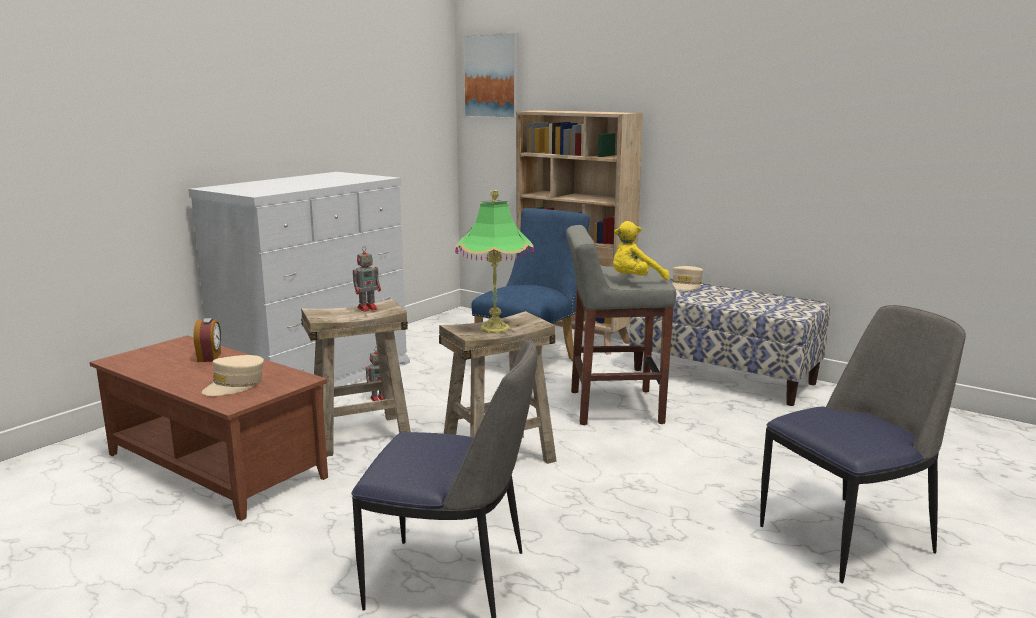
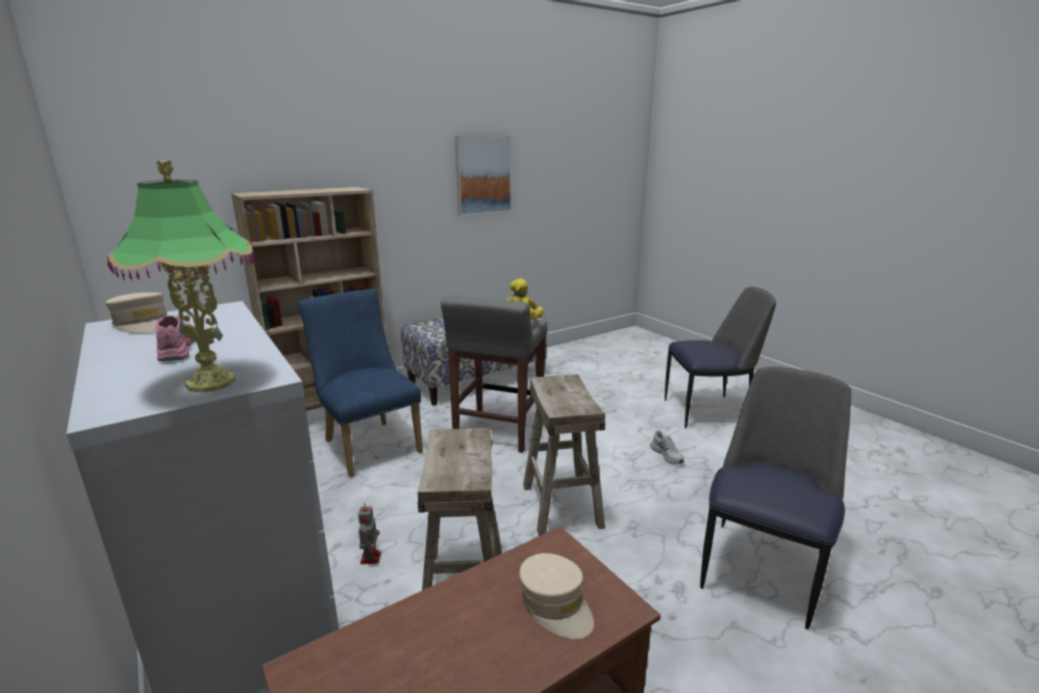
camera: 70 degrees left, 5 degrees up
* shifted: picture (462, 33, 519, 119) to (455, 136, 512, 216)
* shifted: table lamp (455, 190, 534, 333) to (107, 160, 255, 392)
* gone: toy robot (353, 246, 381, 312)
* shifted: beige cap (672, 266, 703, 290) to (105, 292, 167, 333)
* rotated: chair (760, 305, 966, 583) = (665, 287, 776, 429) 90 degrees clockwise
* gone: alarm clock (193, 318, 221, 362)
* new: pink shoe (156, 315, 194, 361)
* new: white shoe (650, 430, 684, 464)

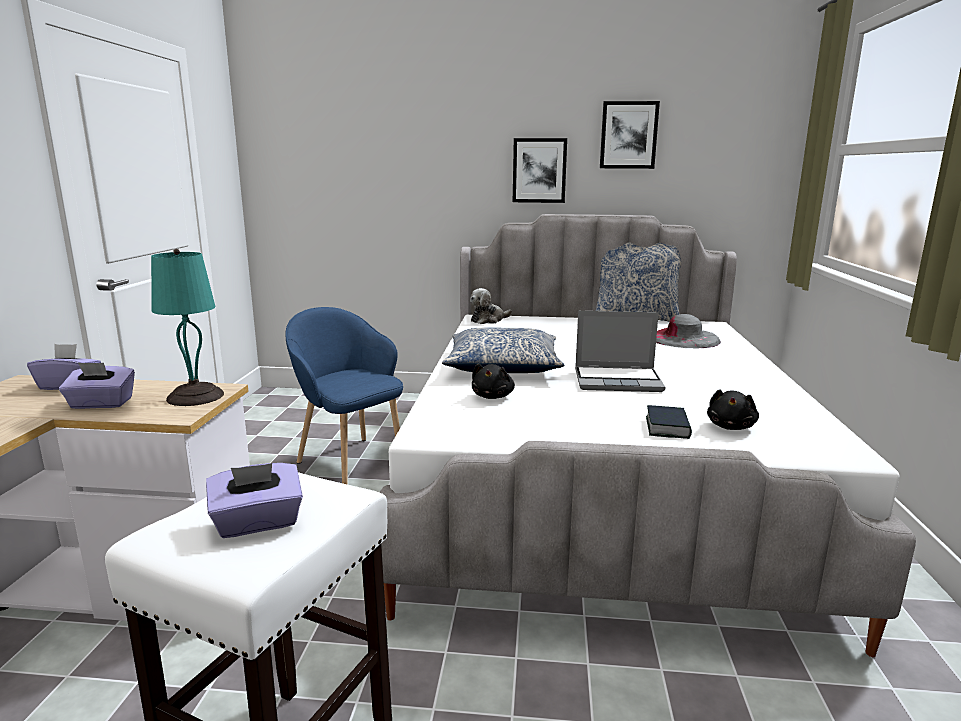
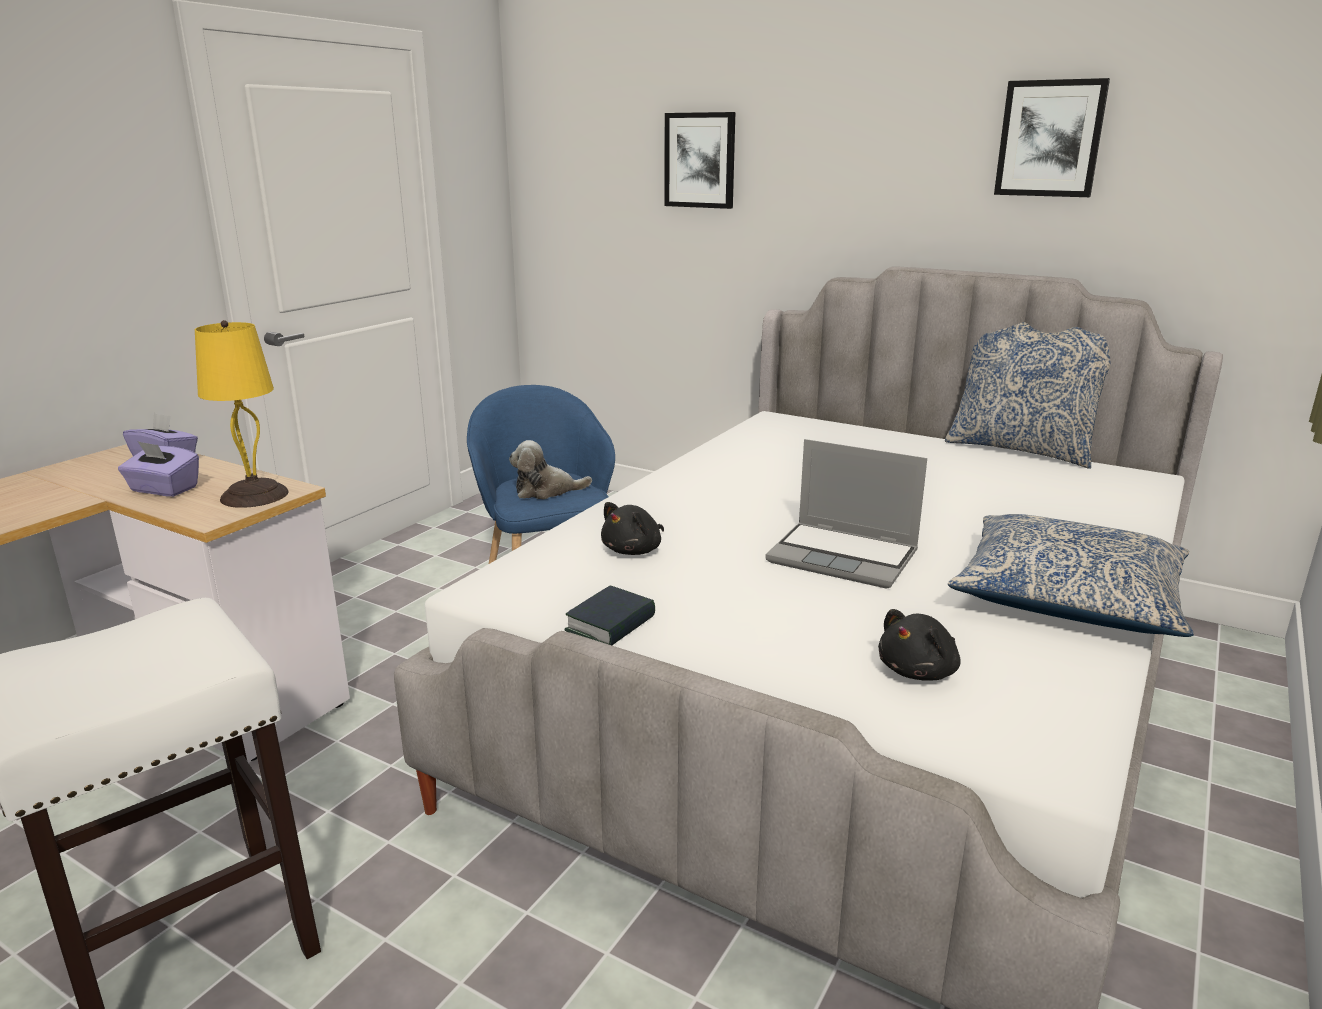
camera: 25 degrees right, 5 degrees up
* shifted: picture (513, 138, 567, 203) to (665, 112, 735, 209)
* repainted: turquoise table lamp (151, 249, 224, 406) to yellow table lamp (195, 320, 289, 508)
* shifted: plush toy (470, 288, 512, 324) to (509, 440, 592, 499)
* gone: grey hat (656, 314, 721, 348)
* shifted: pillow (442, 328, 565, 373) to (948, 514, 1194, 637)
* shifted: book (646, 405, 692, 439) to (564, 586, 655, 645)
* gone: purple tissue box (206, 463, 303, 538)

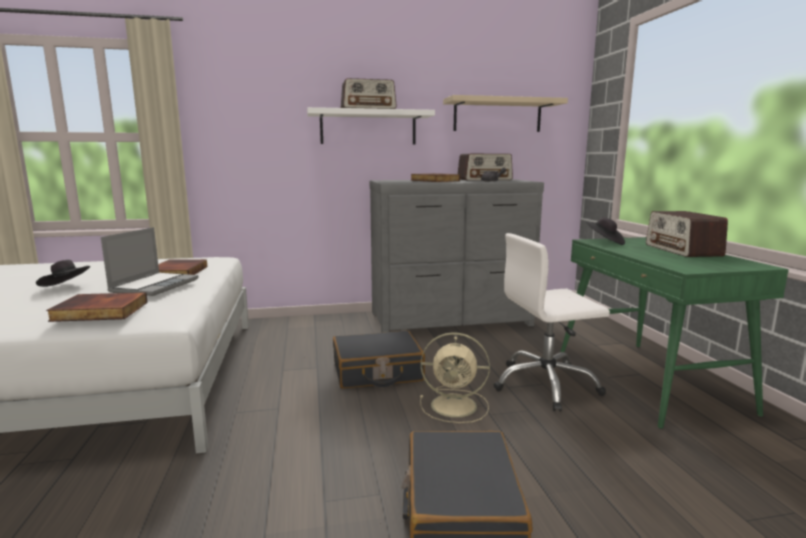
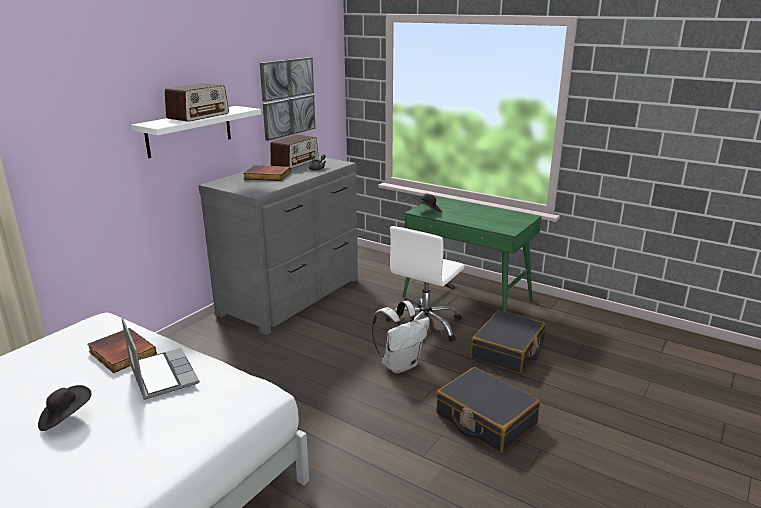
camera: 45 degrees left, 10 degrees up
* swapped: beige shelf (443, 95, 568, 132) to picture (260, 57, 316, 141)
* gone: radio (646, 211, 728, 257)
* gone: book (46, 292, 148, 322)
* shifted: black suitcase (333, 331, 425, 389) to (471, 310, 546, 374)
* swapped: beige fan (420, 332, 490, 423) to white backpack (372, 301, 430, 374)

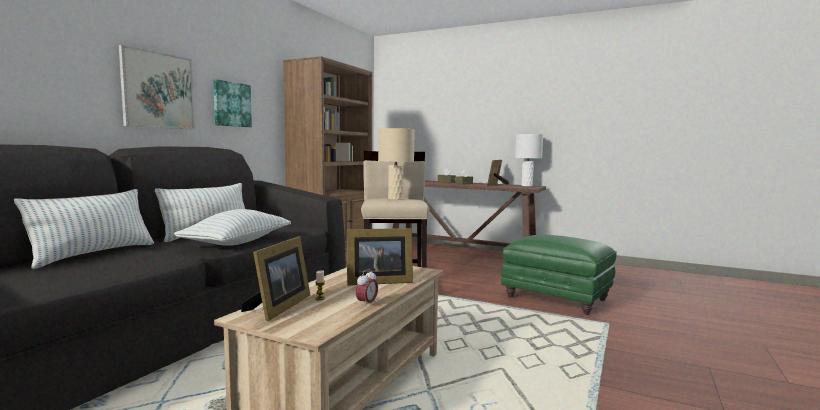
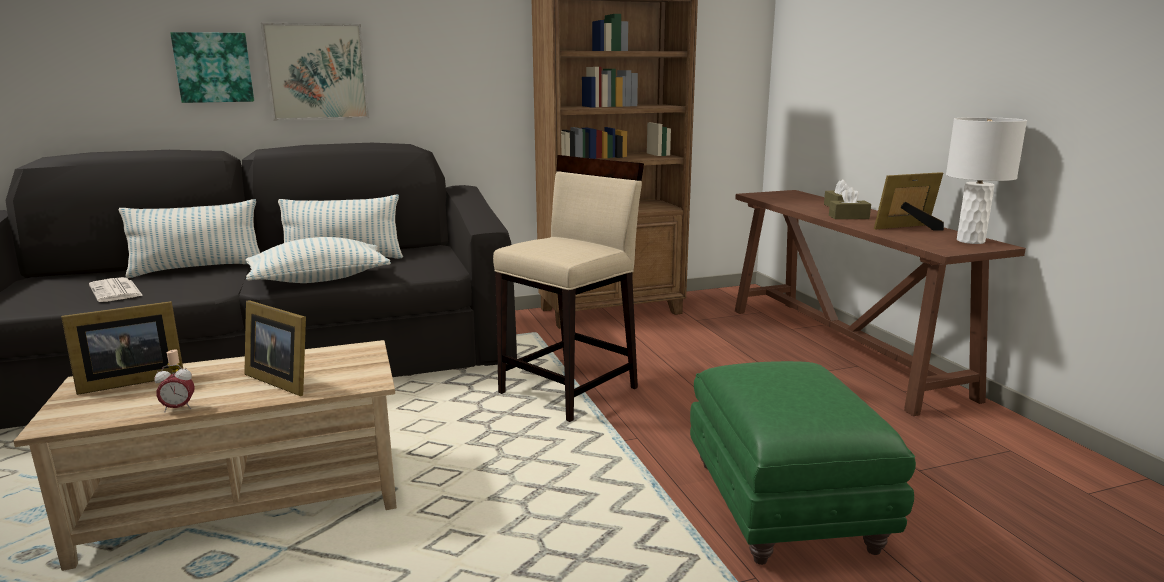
camera: 45 degrees right, 10 degrees up
* shifted: picture (213, 79, 252, 127) to (170, 32, 254, 103)
* gone: beige table lamp (378, 128, 415, 200)
* new: newspaper (89, 277, 143, 302)

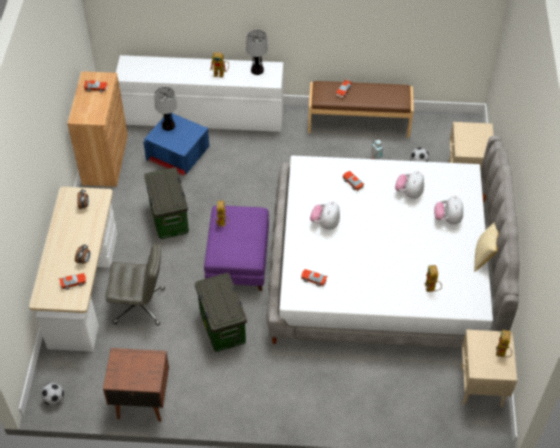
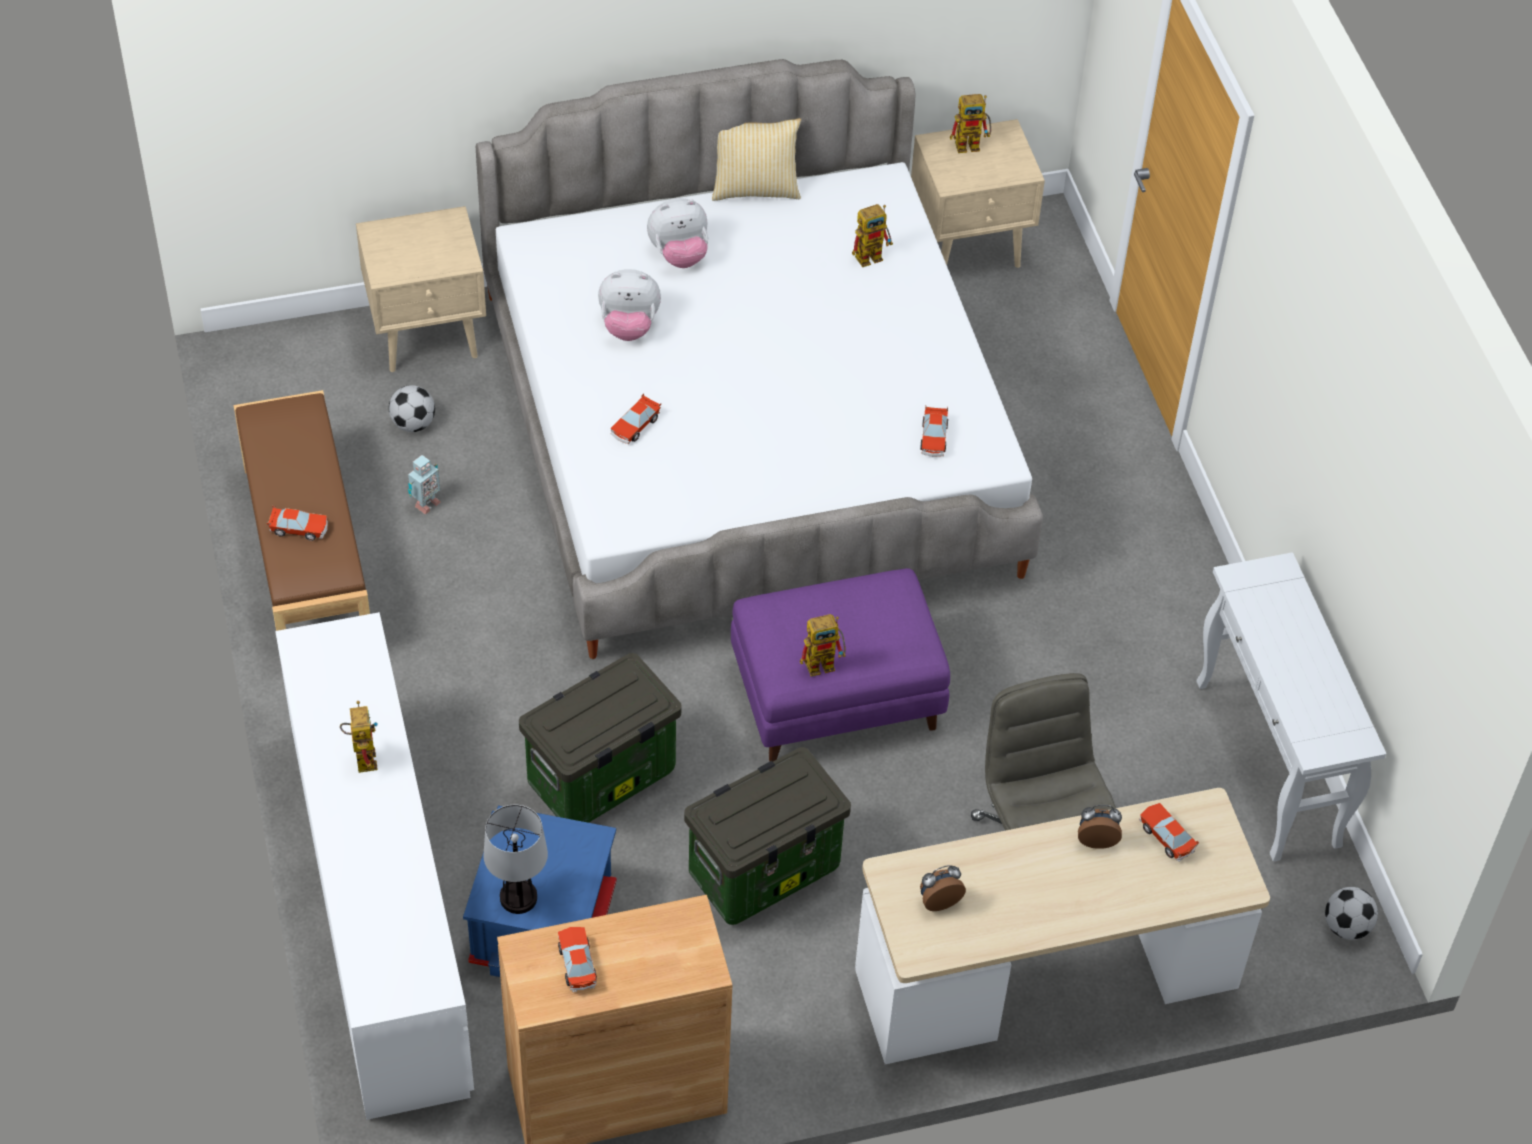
camera: 110 degrees left, 0 degrees up
* gone: table lamp (246, 30, 268, 75)
* gone: plush toy (310, 201, 340, 230)
* shifted: storage box (195, 273, 247, 352) to (519, 653, 681, 823)
* swapped: brown nightstand (103, 348, 169, 422) to white console table (1196, 552, 1386, 861)

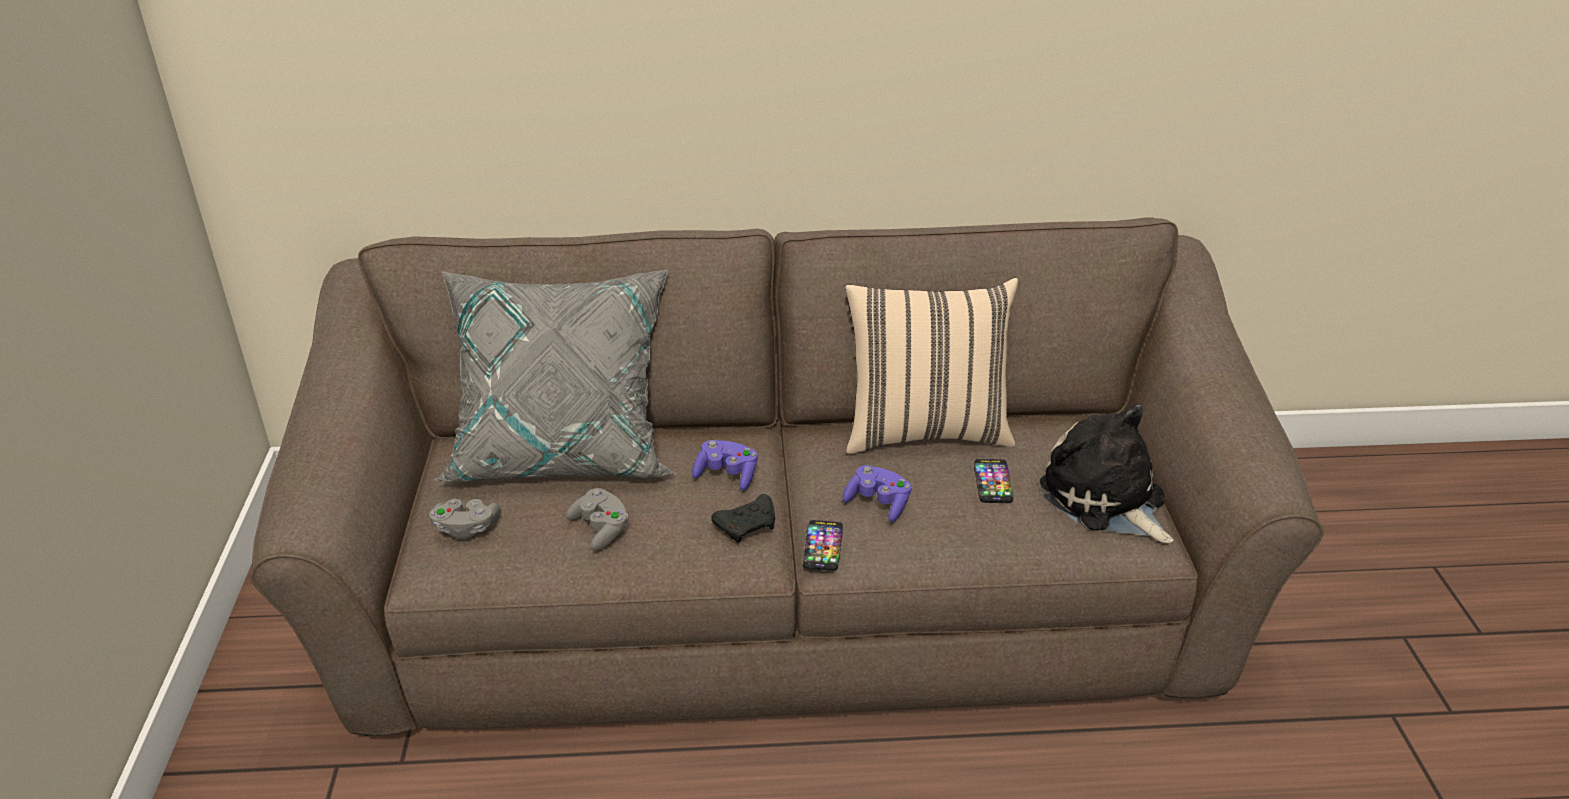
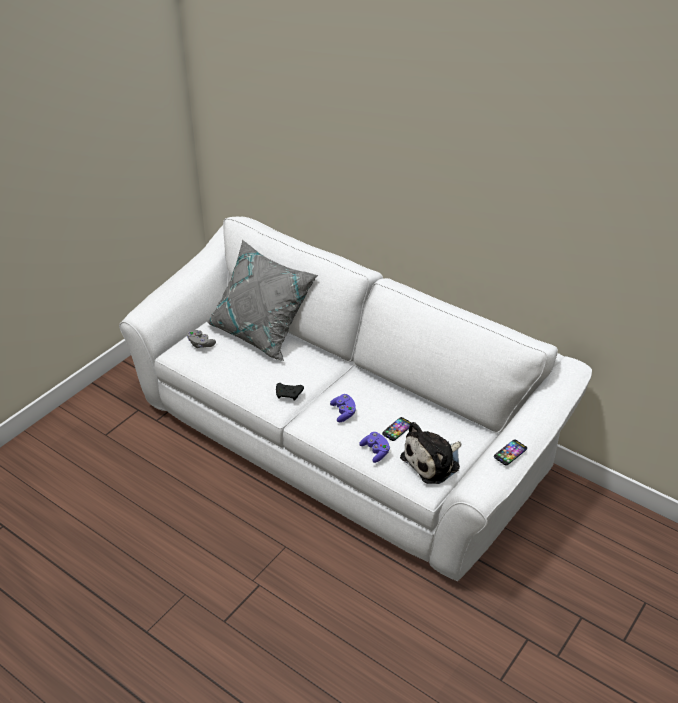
camera: 40 degrees right, 5 degrees up
* repainted: brown sofa (250, 217, 1324, 736) to white sofa (119, 217, 592, 581)
* gone: beige pillow (845, 278, 1018, 454)
* rotated: plush toy (1040, 404, 1173, 543) = (400, 422, 461, 484) 135 degrees counterclockwise
* shifted: purple game controller (692, 440, 757, 491) to (359, 432, 390, 463)
* gone: grey game controller (566, 488, 628, 551)
* shifted: phone (803, 520, 843, 571) to (494, 439, 527, 466)

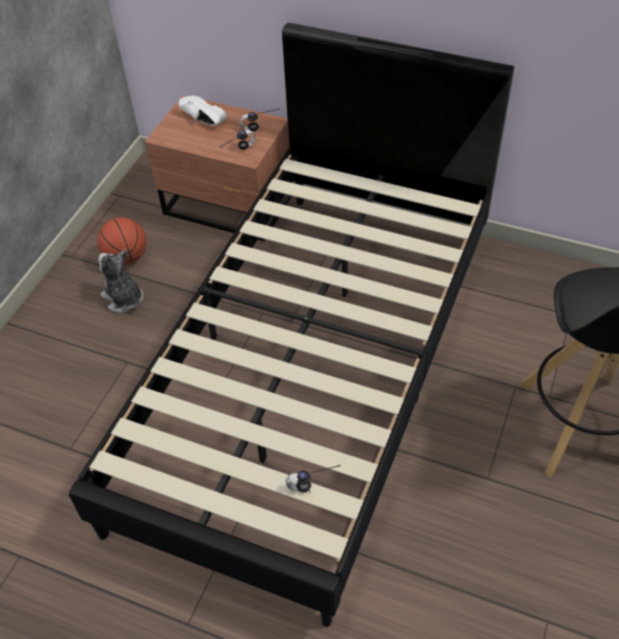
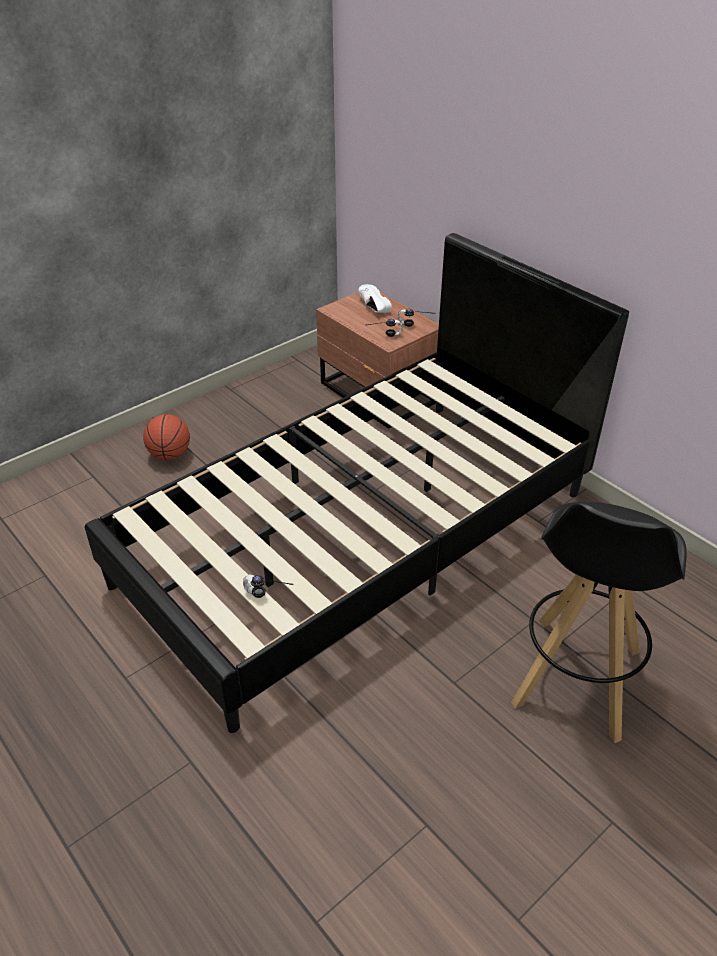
camera: 25 degrees right, 10 degrees down
* shifted: basketball (98, 217, 146, 265) to (143, 414, 190, 460)
* gone: plush toy (98, 249, 144, 313)

